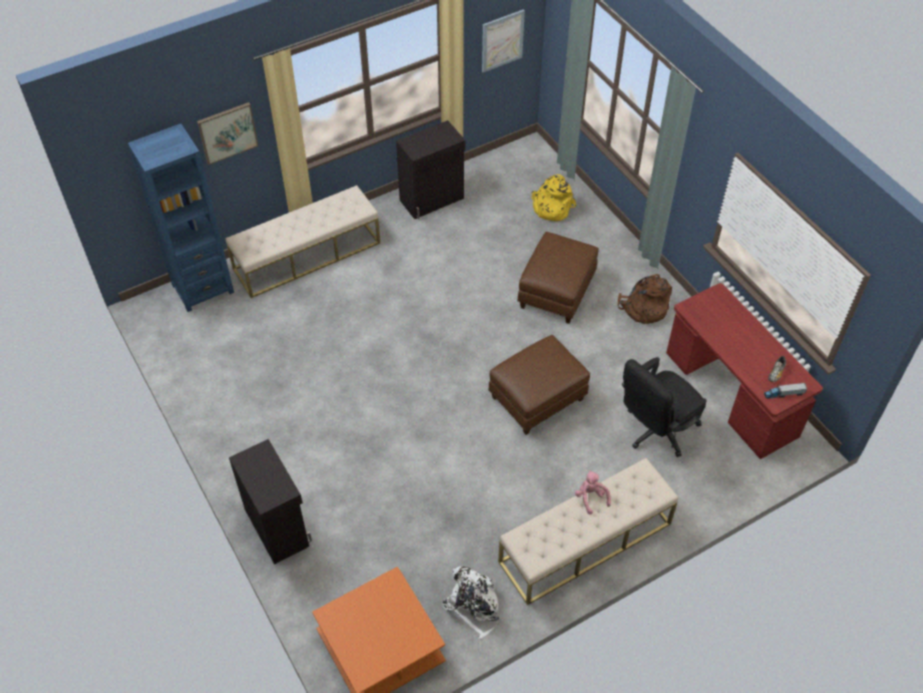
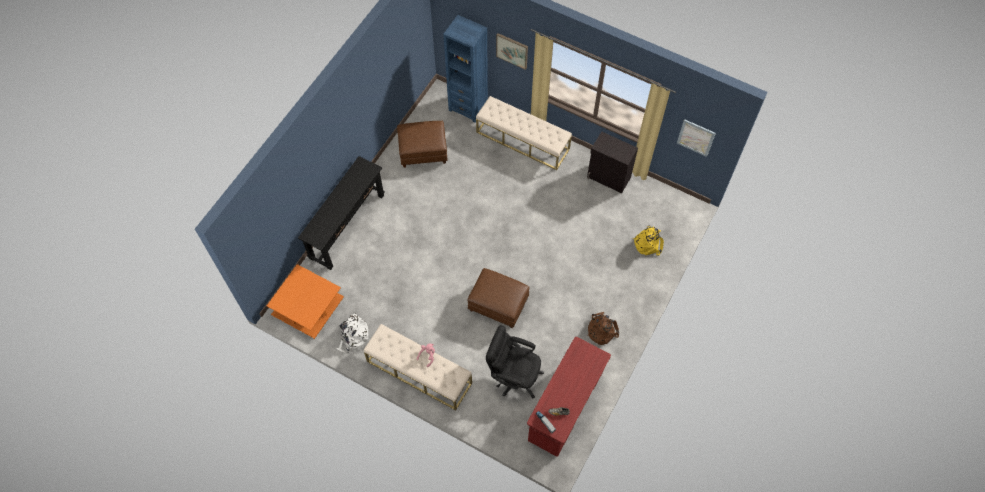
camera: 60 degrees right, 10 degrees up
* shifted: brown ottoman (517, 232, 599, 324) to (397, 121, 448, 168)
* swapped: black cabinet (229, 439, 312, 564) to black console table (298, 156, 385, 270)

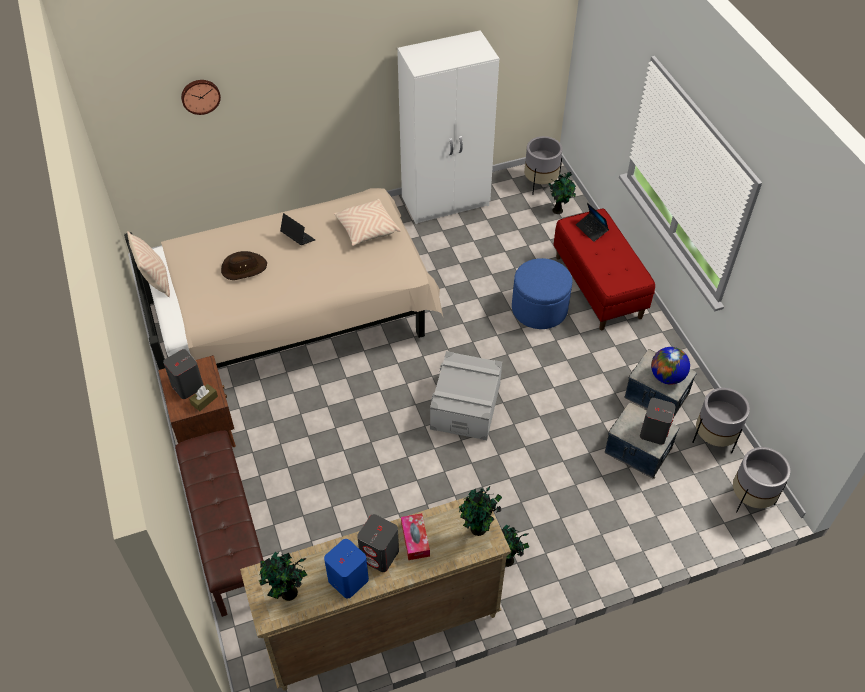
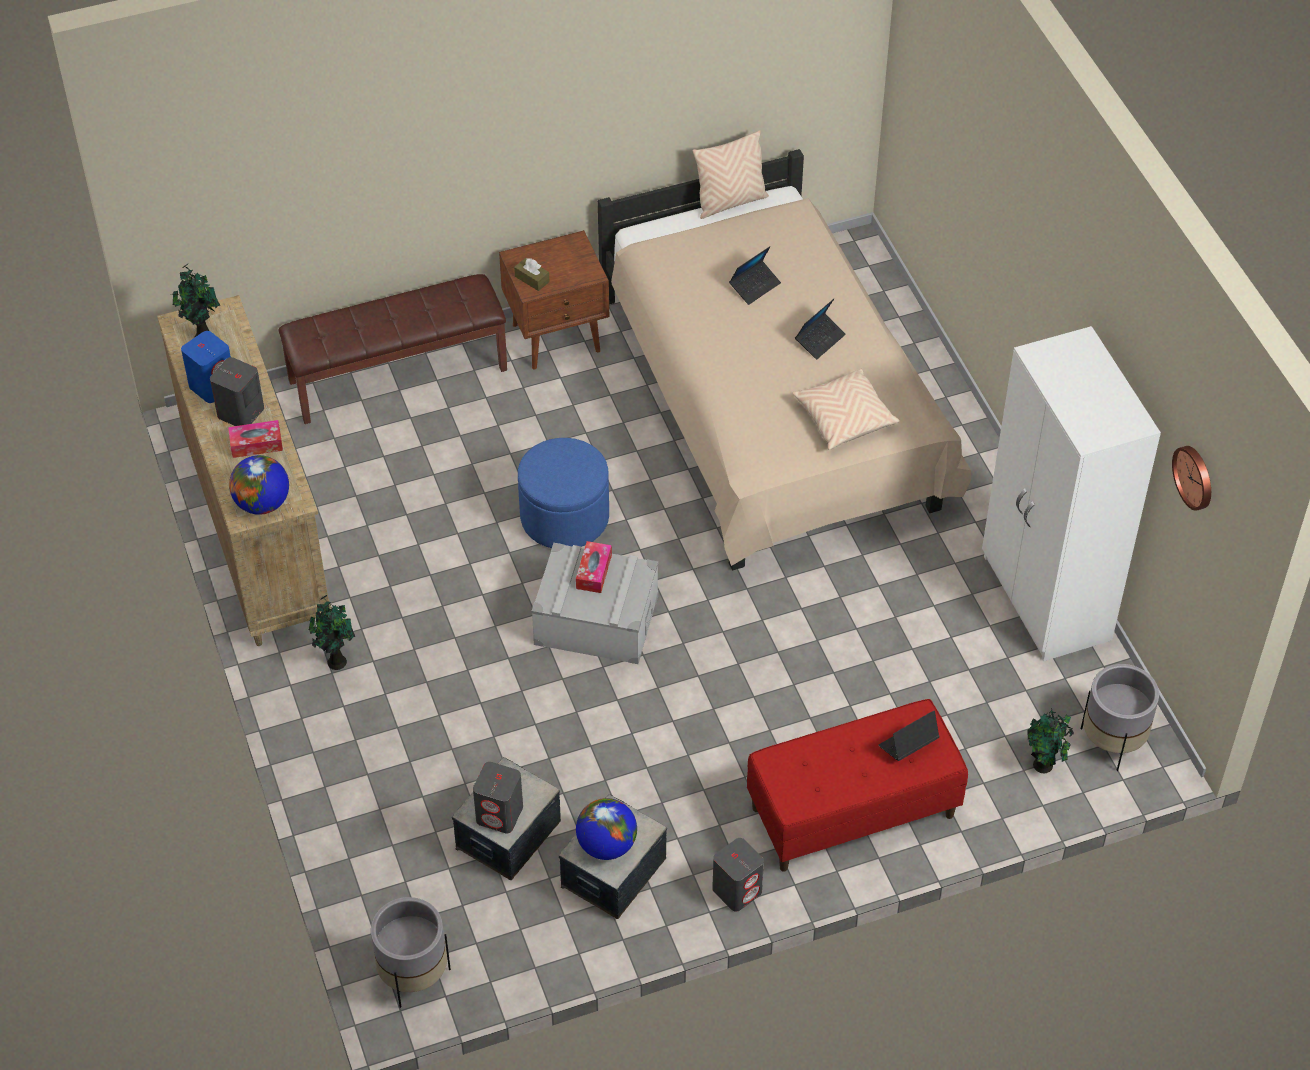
camera: 90 degrees right, 0 degrees up
* shifted: wall clock (181, 80, 221, 115) to (1172, 446, 1211, 511)
* swapped: brown hat (221, 251, 267, 280) to laptop (729, 246, 781, 305)
* shifted: blue ottoman (512, 258, 573, 329) to (518, 438, 609, 548)
* shifted: grey speaker (163, 349, 204, 399) to (712, 838, 764, 912)
* gone: grey planter (692, 388, 750, 453)
* swapped: potted plant (459, 486, 502, 536) to globe (229, 455, 289, 515)
* new: tissue box (576, 541, 612, 593)

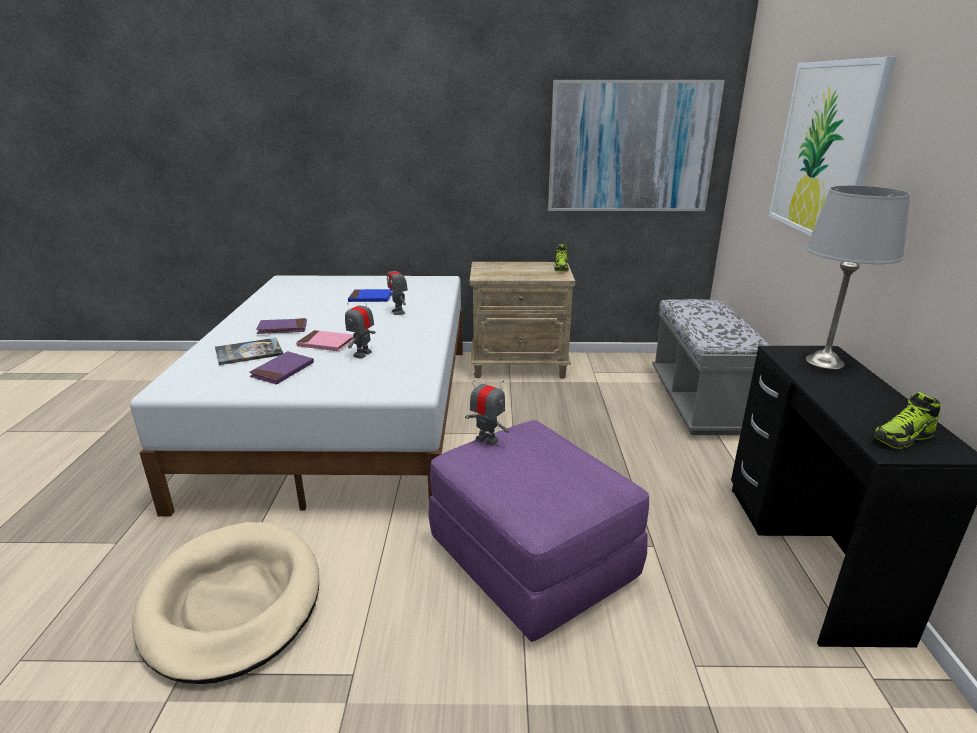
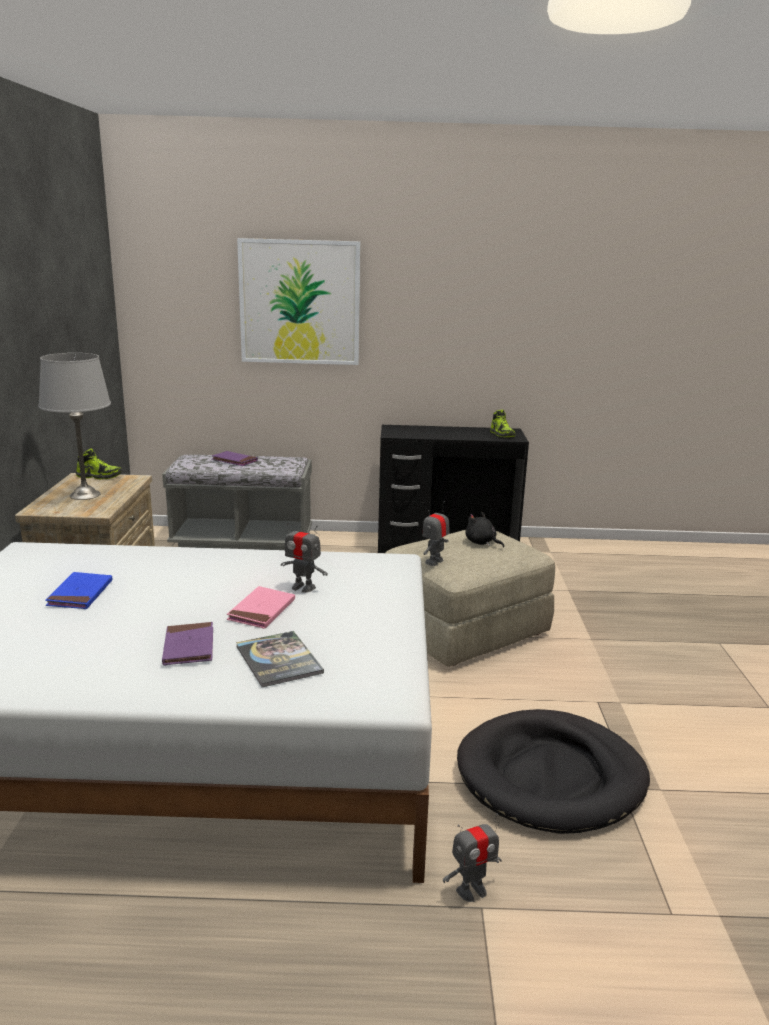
camera: 90 degrees left, 5 degrees down
* gone: picture (548, 80, 725, 211)
* shifted: grey table lamp (806, 185, 911, 369) to (38, 353, 111, 500)
* shifted: toy robot (387, 260, 408, 315) to (443, 813, 502, 902)
* shifted: purple book (249, 351, 314, 384) to (212, 451, 258, 466)
* repainted: purple ottoman (428, 420, 649, 642) to beige ottoman (386, 530, 555, 667)
* repainted: beige dog bed (132, 522, 319, 684) to black dog bed (457, 709, 650, 834)
* new: black plush toy (465, 512, 504, 548)

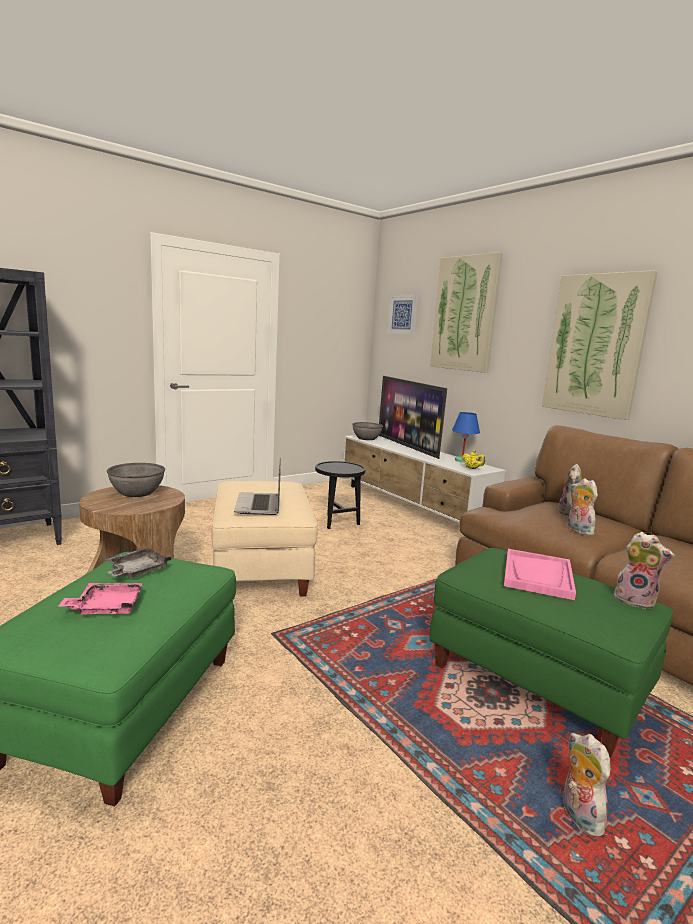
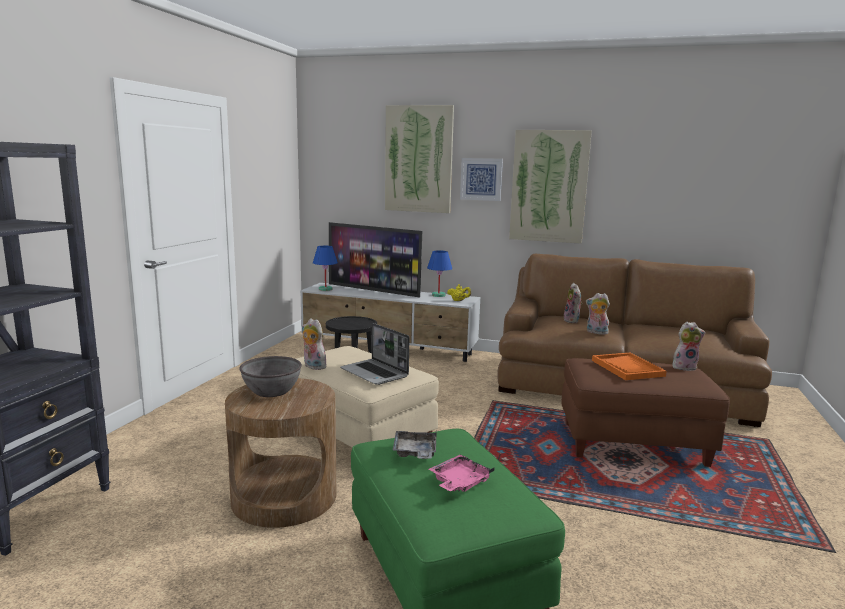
camera: 35 degrees left, 0 degrees up
* shifted: picture (387, 295, 418, 335) to (460, 158, 503, 201)
* swapped: grey bowl (352, 422, 383, 440) to blue table lamp (313, 246, 338, 291)
* repainted: green ottoman (429, 548, 673, 758) to brown ottoman (562, 358, 730, 467)
* repainted: pink tray (504, 549, 576, 600) to orange tray (592, 353, 667, 380)
* shifted: plush toy (563, 733, 610, 836) to (302, 318, 326, 370)

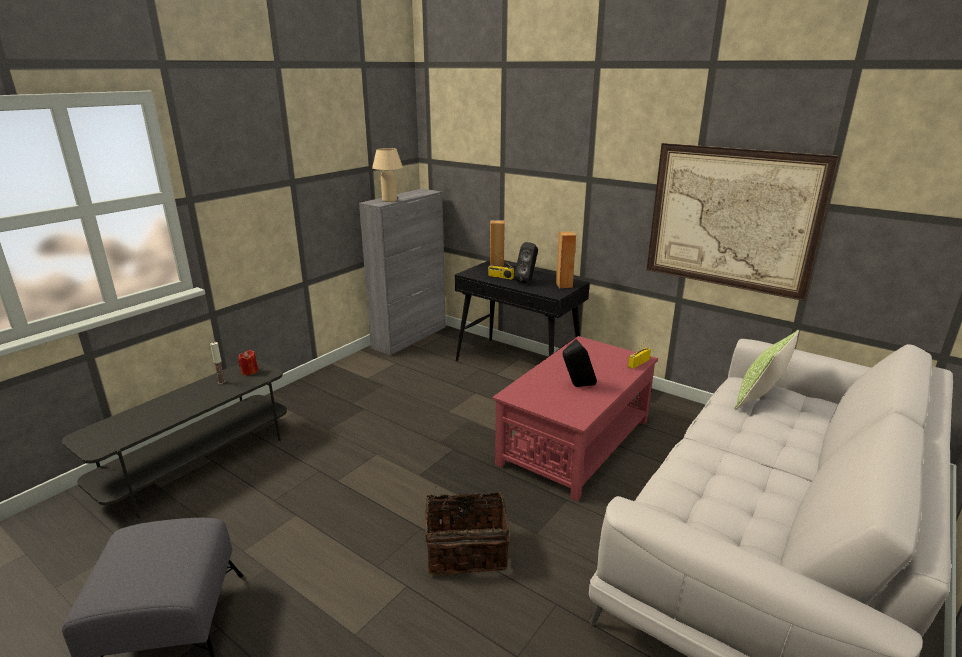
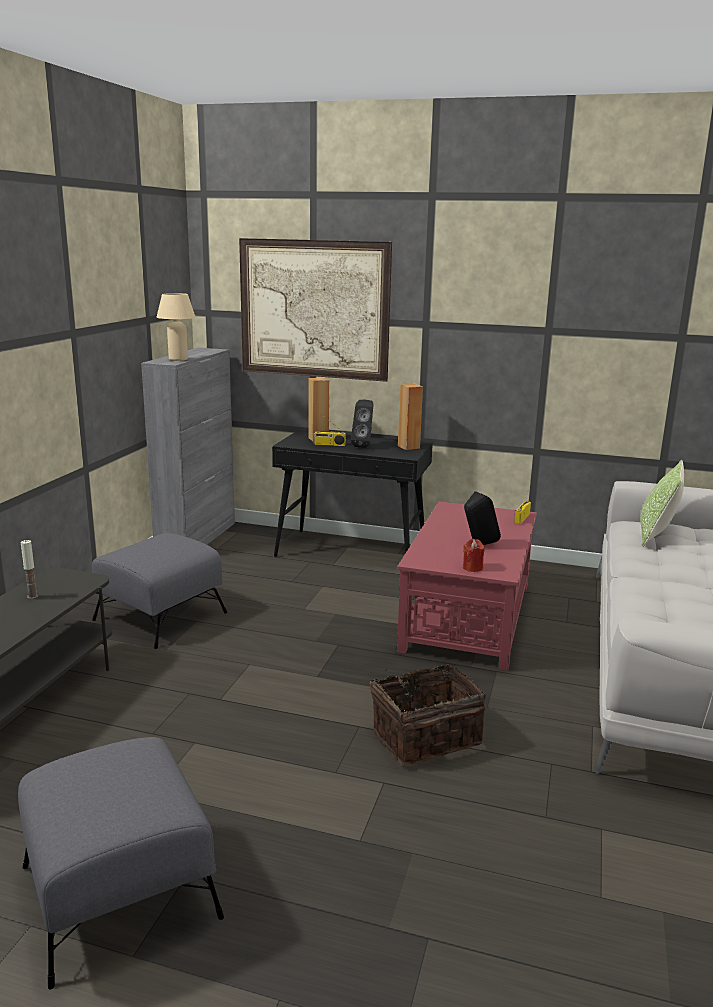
camera: 20 degrees left, 5 degrees down
* shifted: picture (647, 143, 840, 301) to (239, 238, 392, 382)
* shifted: red candle (238, 350, 258, 375) to (463, 539, 485, 572)
* new: grey ottoman (92, 533, 228, 649)

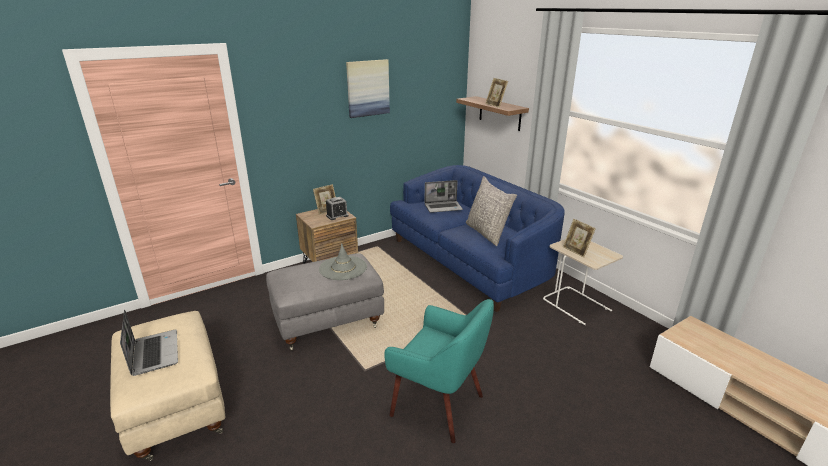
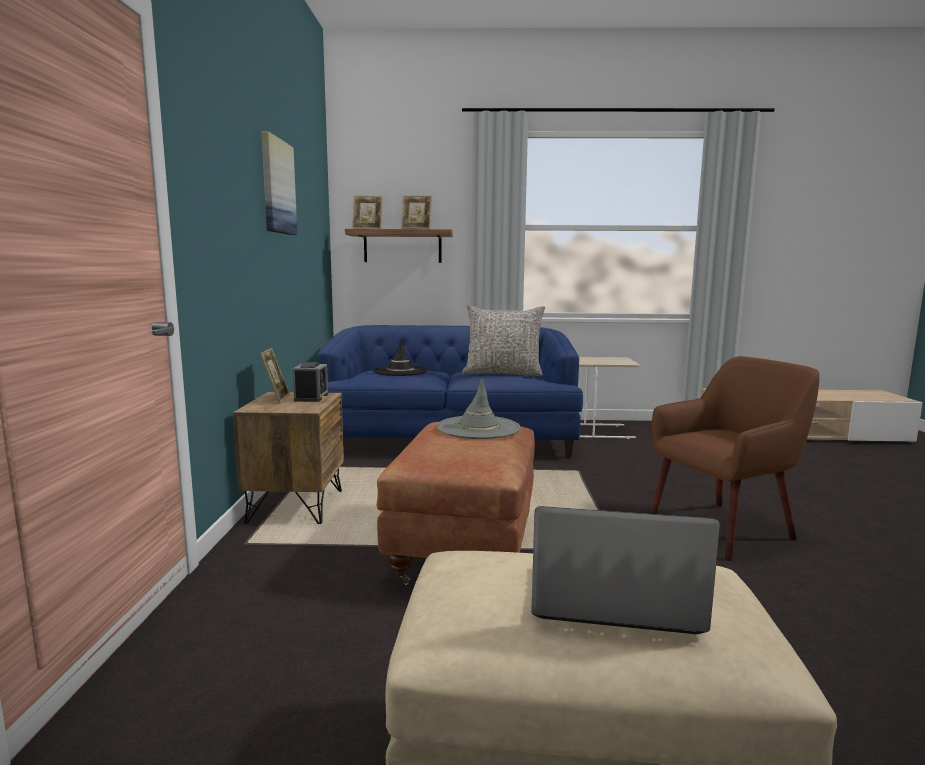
camera: 55 degrees left, 15 degrees down
* swapped: laptop (425, 180, 463, 213) to black hat (373, 338, 428, 376)
* shifted: picture frame (563, 219, 596, 257) to (352, 196, 383, 229)
* repainted: grey ottoman (266, 253, 384, 351) to brown ottoman (376, 422, 535, 585)
* repainted: turquoise armchair (384, 299, 494, 443) to brown armchair (650, 356, 819, 561)

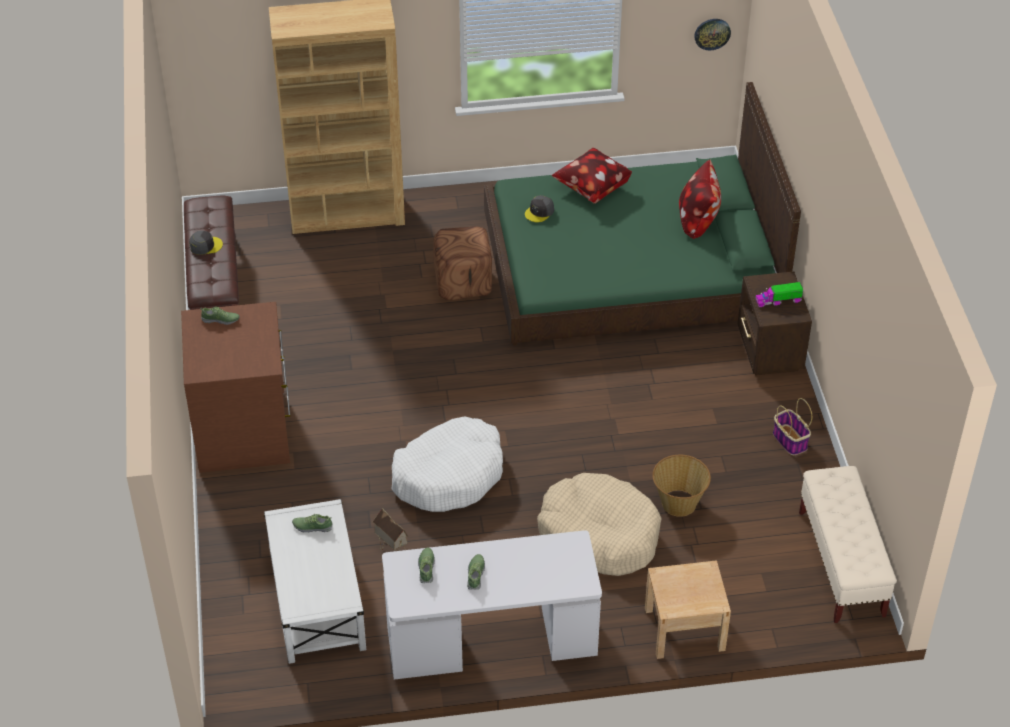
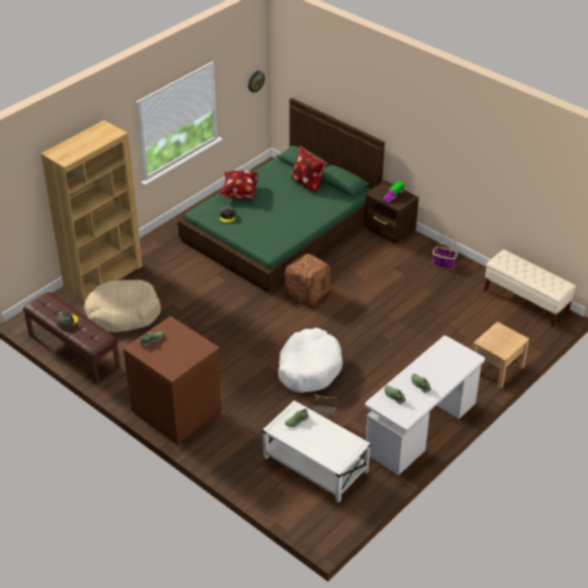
camera: 40 degrees left, 5 degrees down
* shifted: brown ottoman (433, 226, 492, 300) to (284, 254, 331, 306)
* gone: basket (653, 455, 711, 517)
* shifted: beige dog bed (537, 473, 662, 576) to (84, 280, 161, 333)

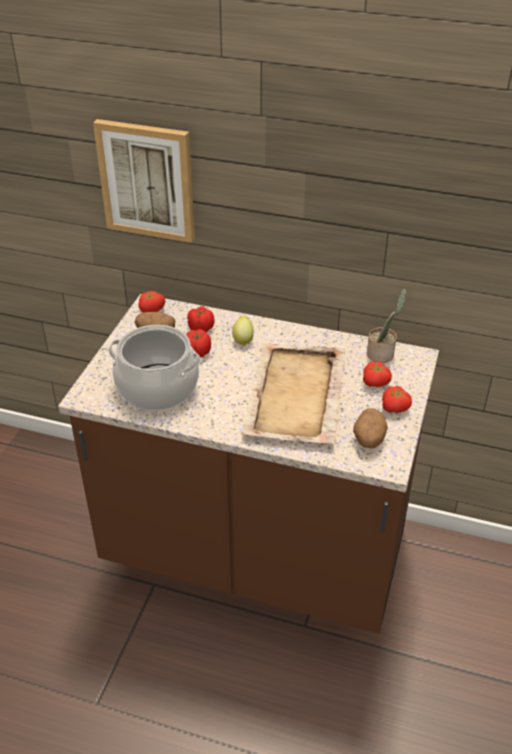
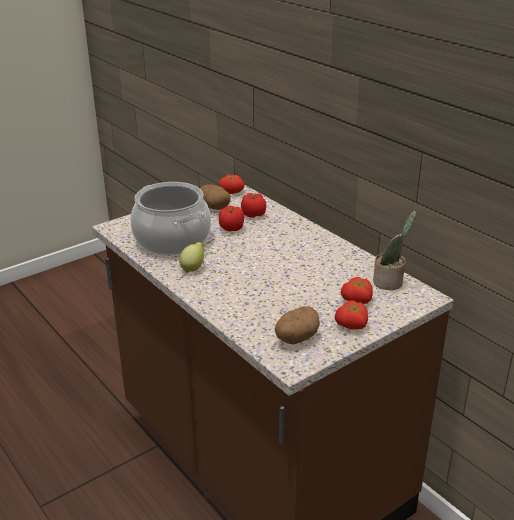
camera: 35 degrees right, 10 degrees down
* gone: picture (93, 119, 195, 243)
* shifted: lemon (232, 315, 254, 346) to (179, 242, 204, 273)
* gone: beige tray (241, 343, 345, 444)

